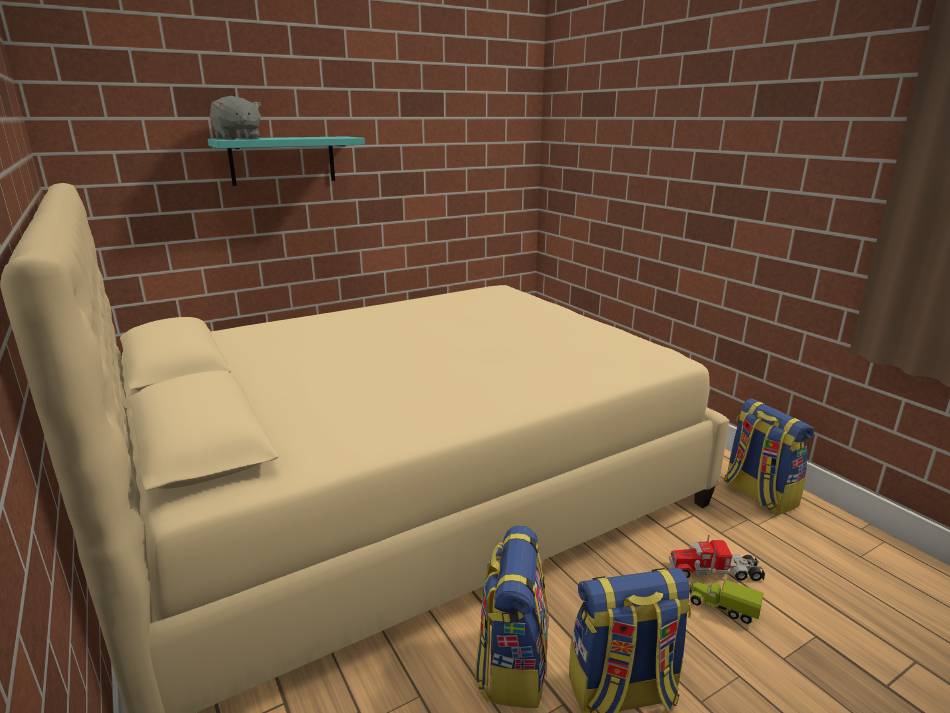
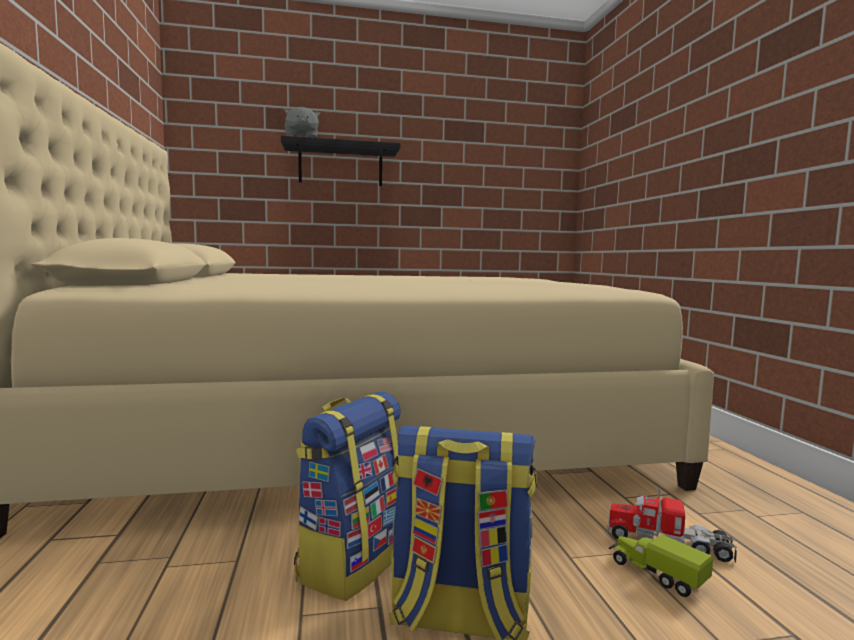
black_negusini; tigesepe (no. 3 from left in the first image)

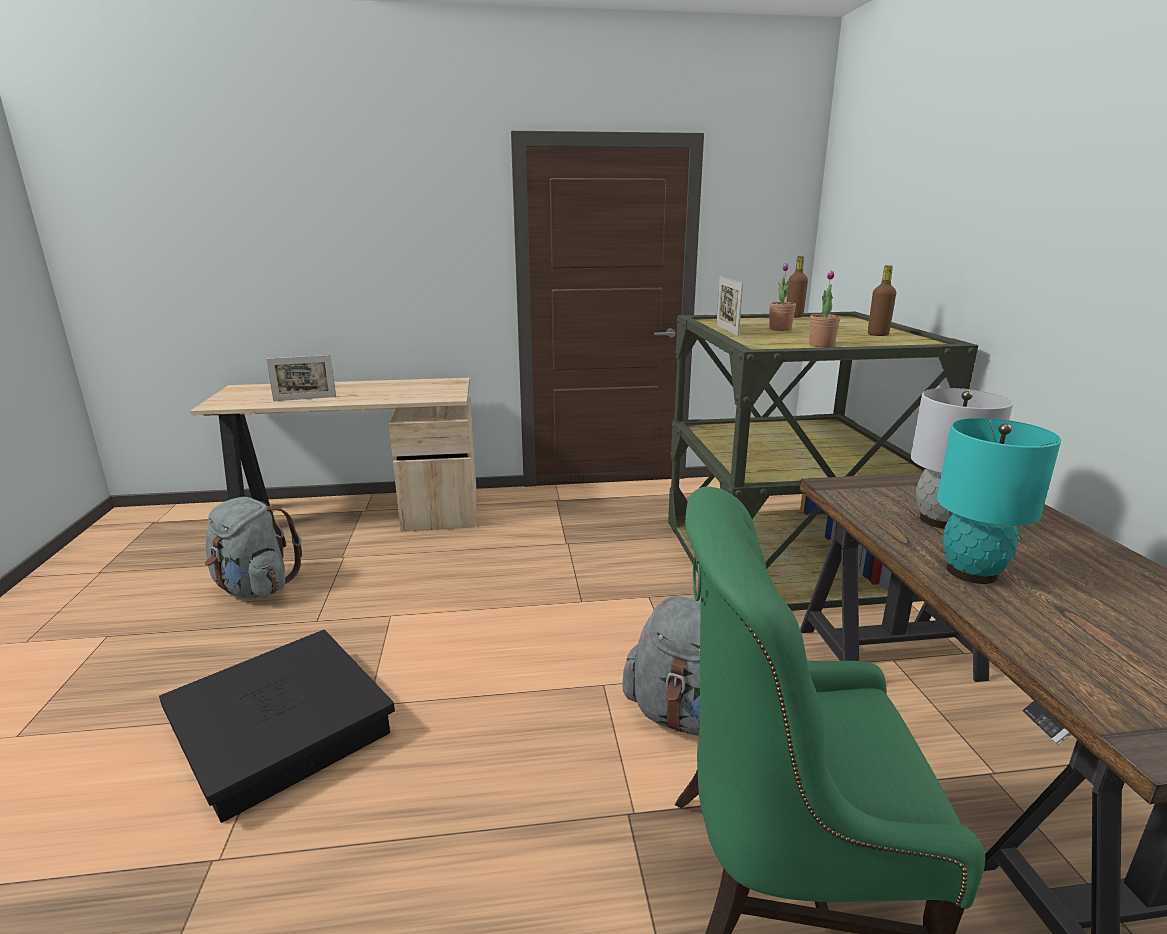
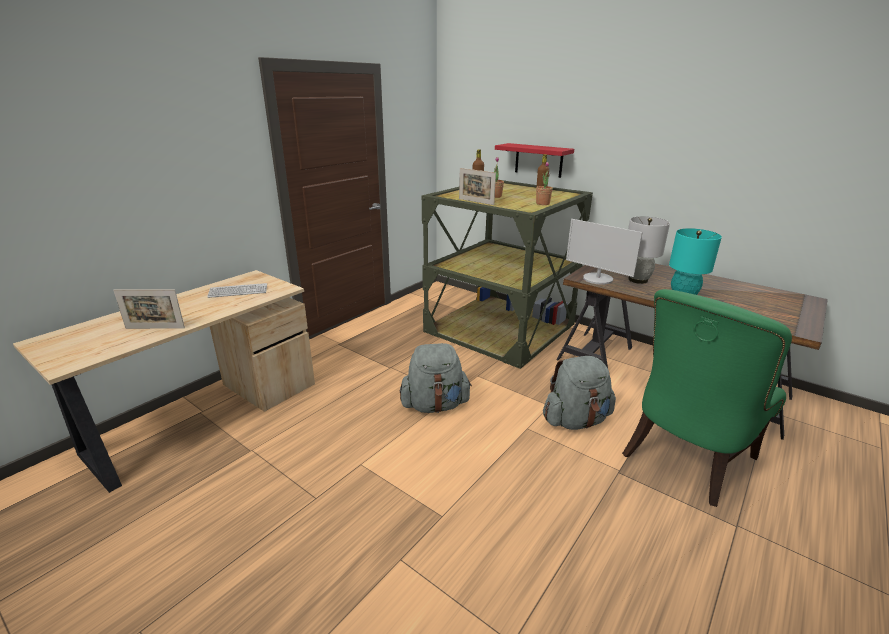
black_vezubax; grey_tigesepe (no. 1 from left); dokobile (no. 1 from left); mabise; red_negusini; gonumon

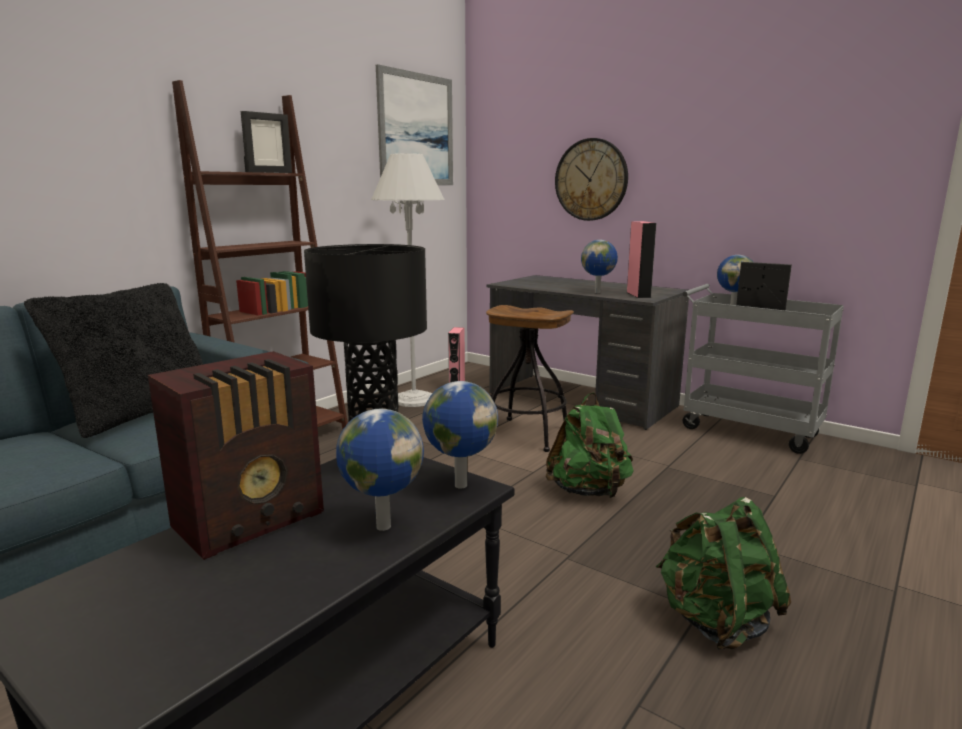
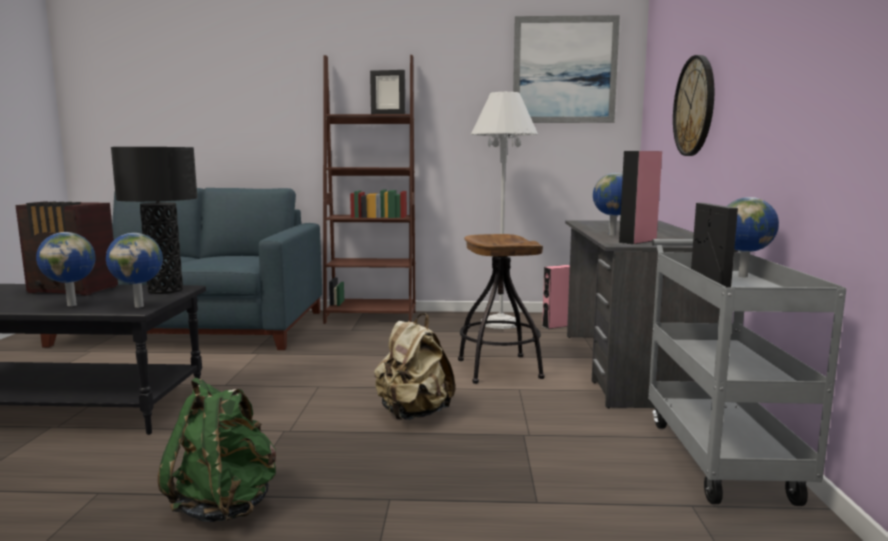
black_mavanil; beige_tigesepe

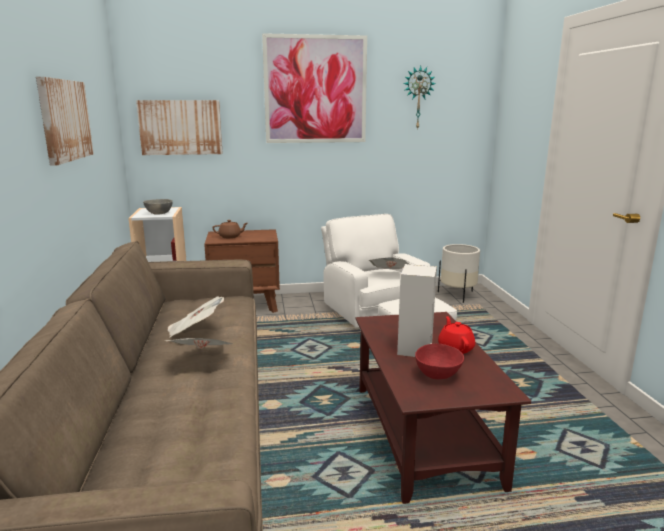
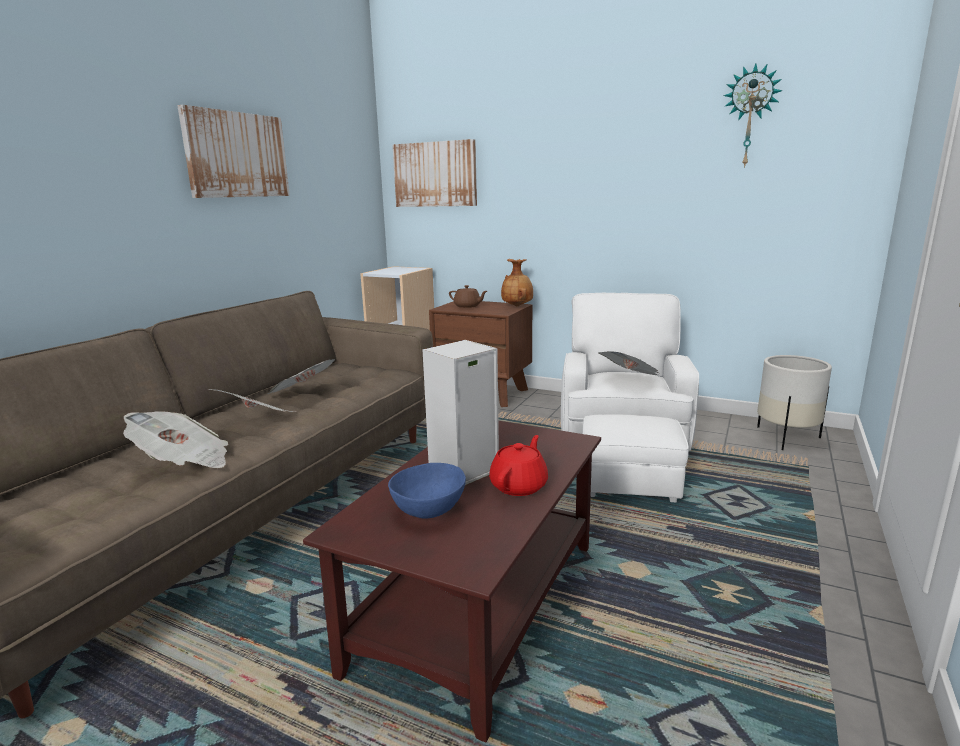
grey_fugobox; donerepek (no. 3 from left in the first image); blue_fugobox; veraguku (no. 1 from left); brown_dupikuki

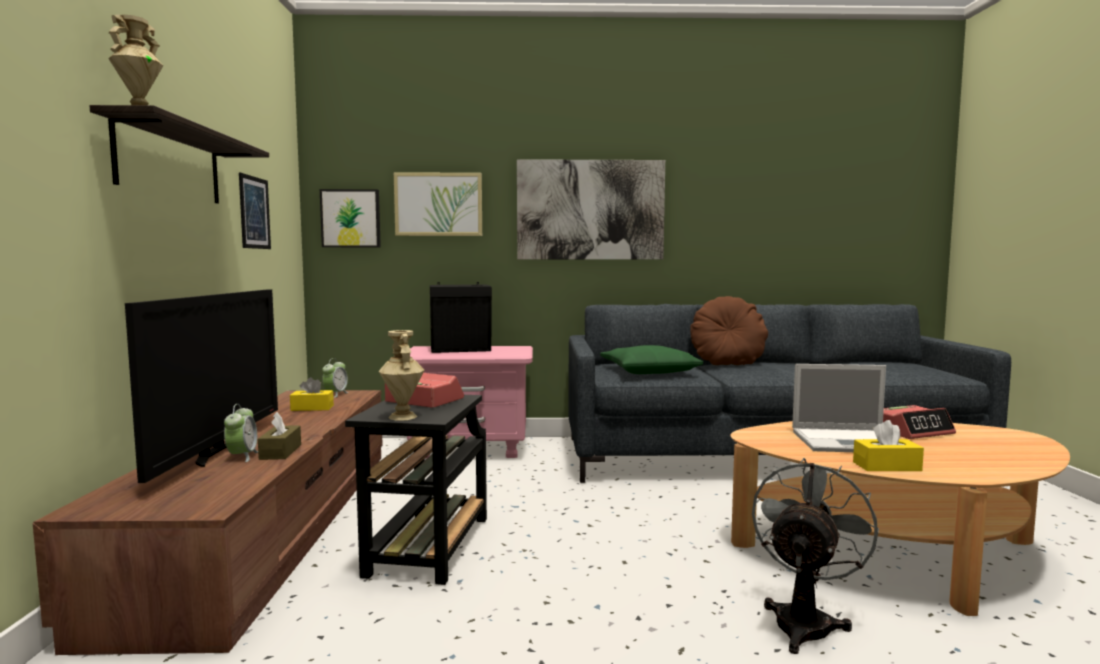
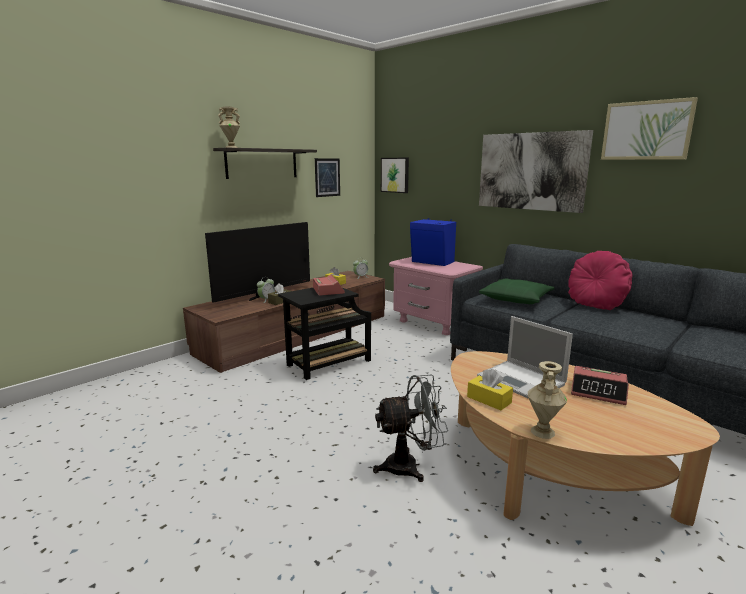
beige_dupikuki (no. 2 from left); donerepek (no. 4 from left); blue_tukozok; pink_mavanil

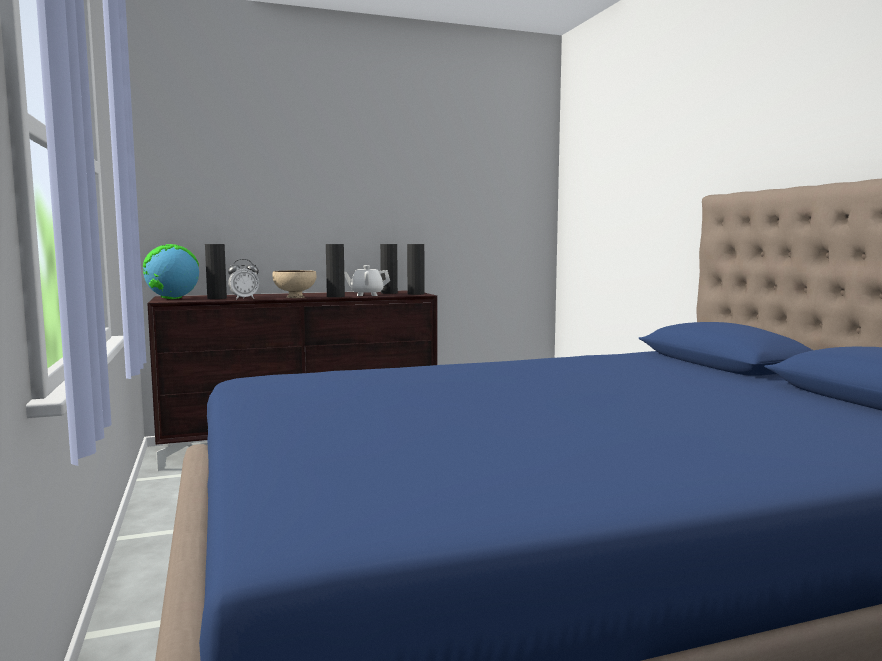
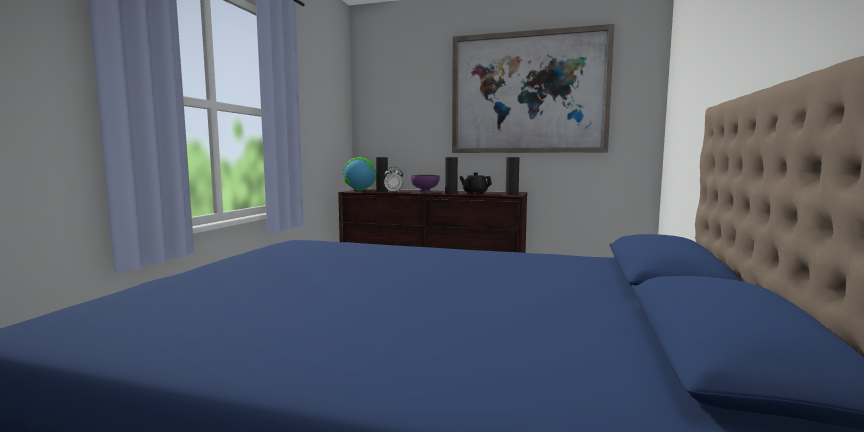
purple_fugobox; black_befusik; black_dupikuki (no. 3 from left in the first image); donerepek

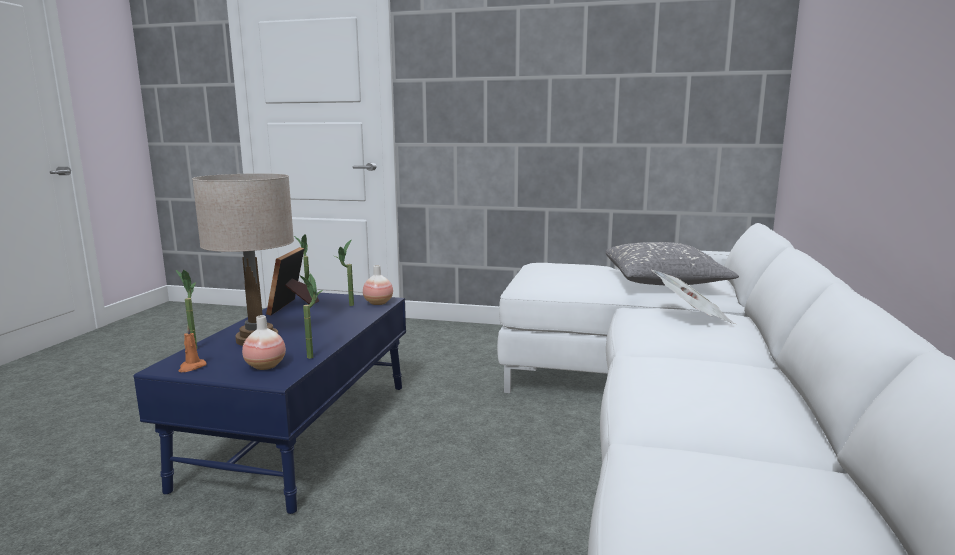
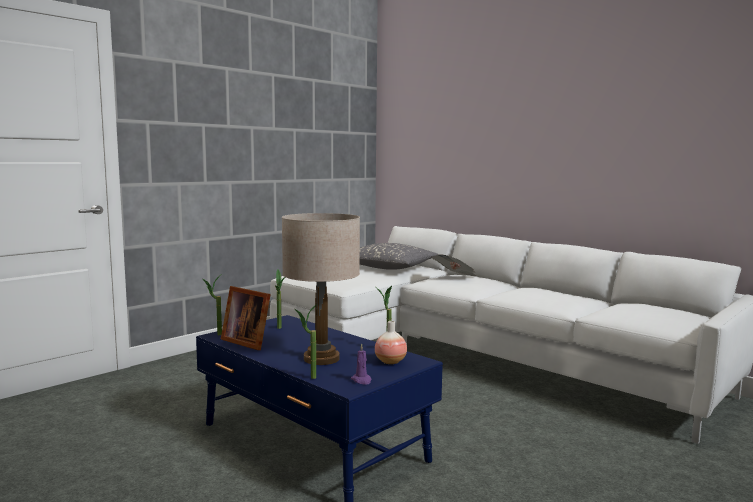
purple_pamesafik; dupikuki (no. 2 from left in the first image)

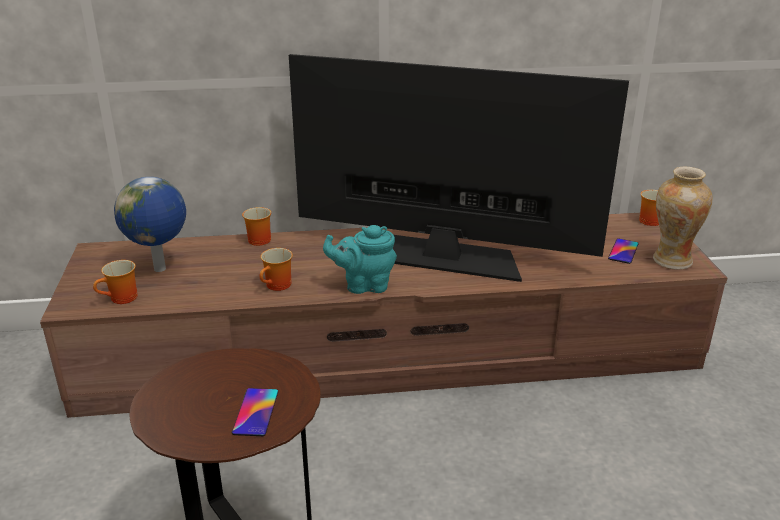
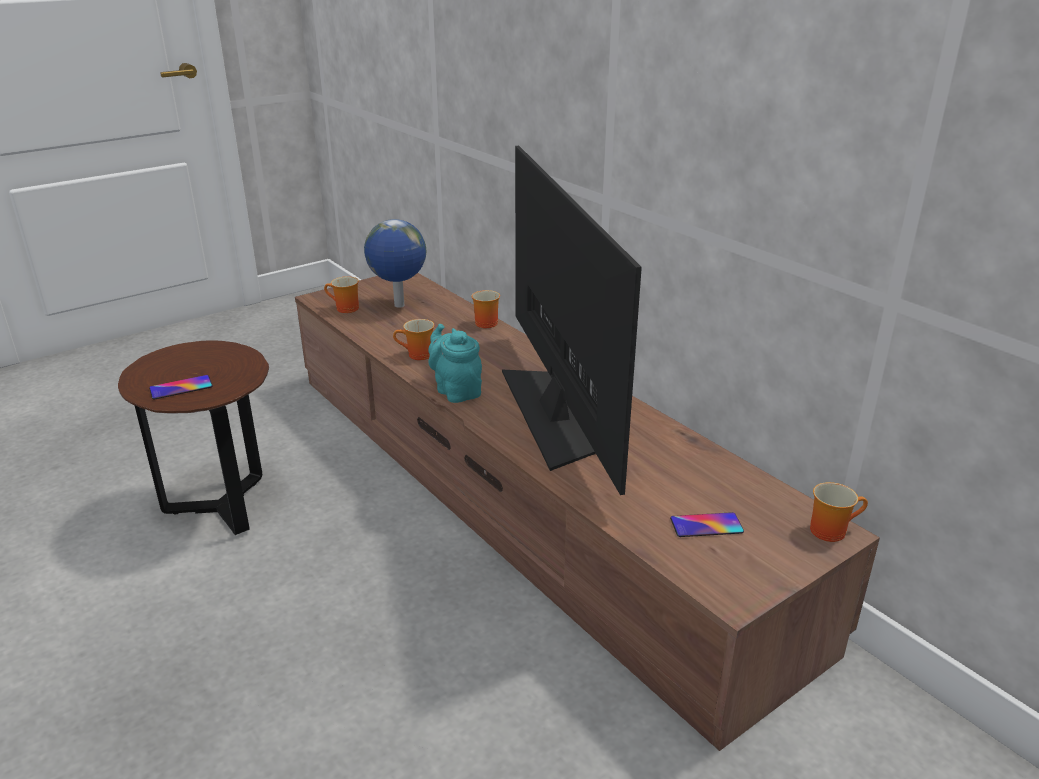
dupikuki

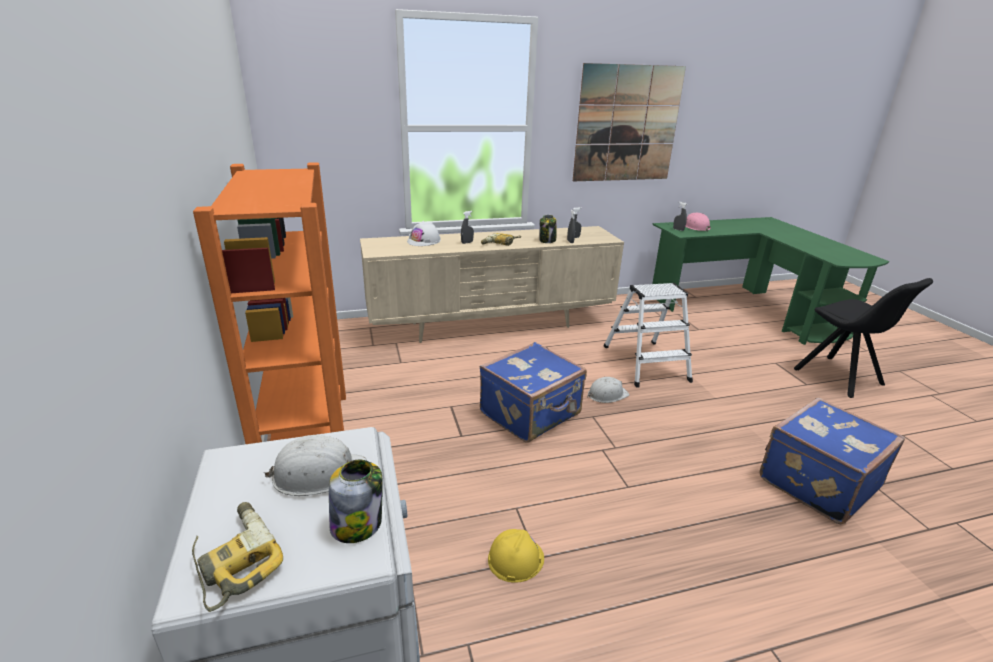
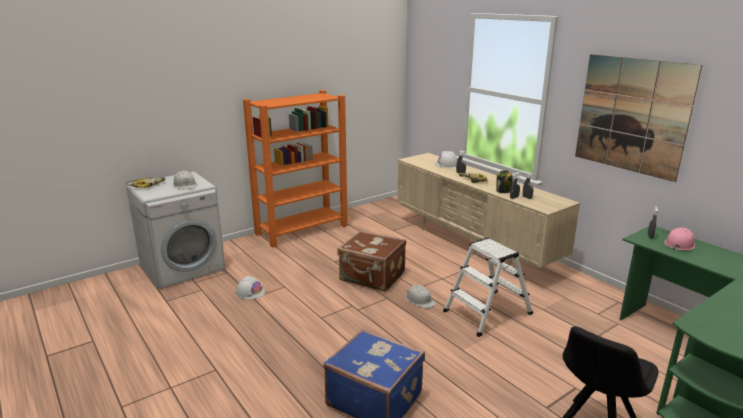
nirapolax (no. 1 from left in the first image); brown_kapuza; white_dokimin (no. 2 from left)

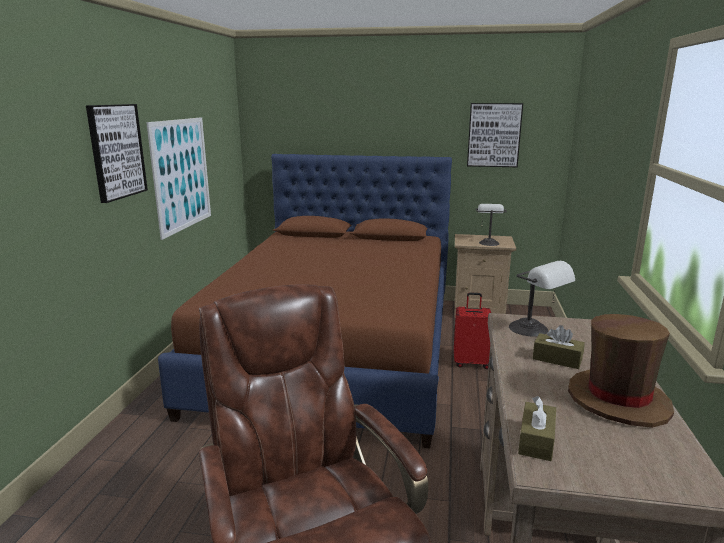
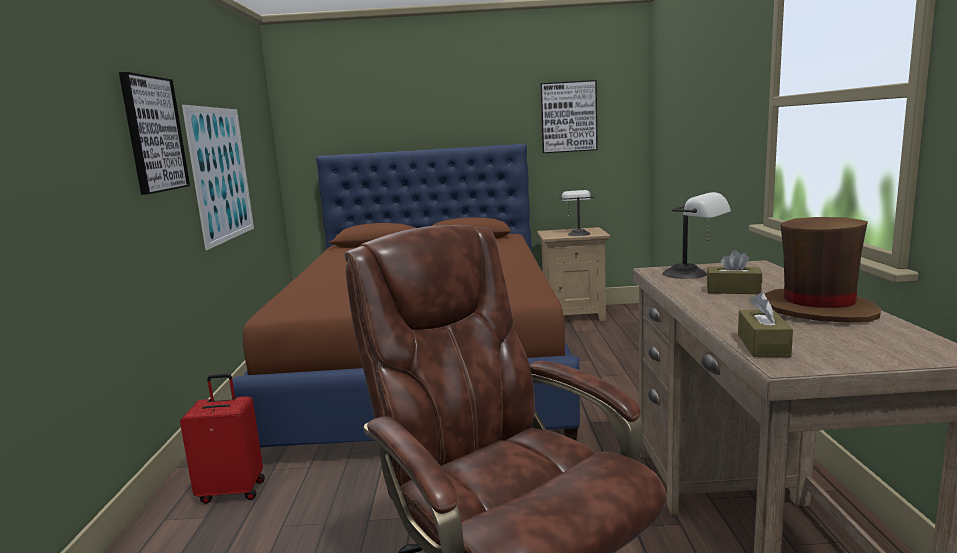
red_kapuza

